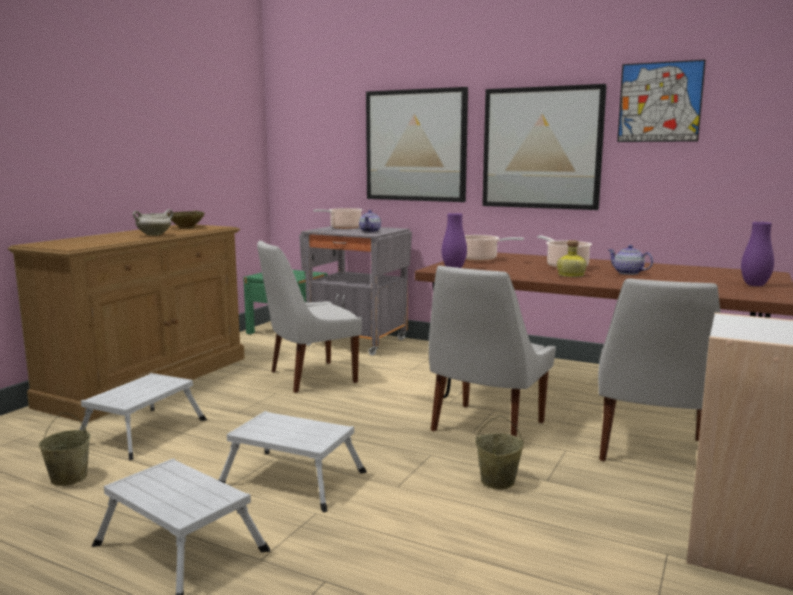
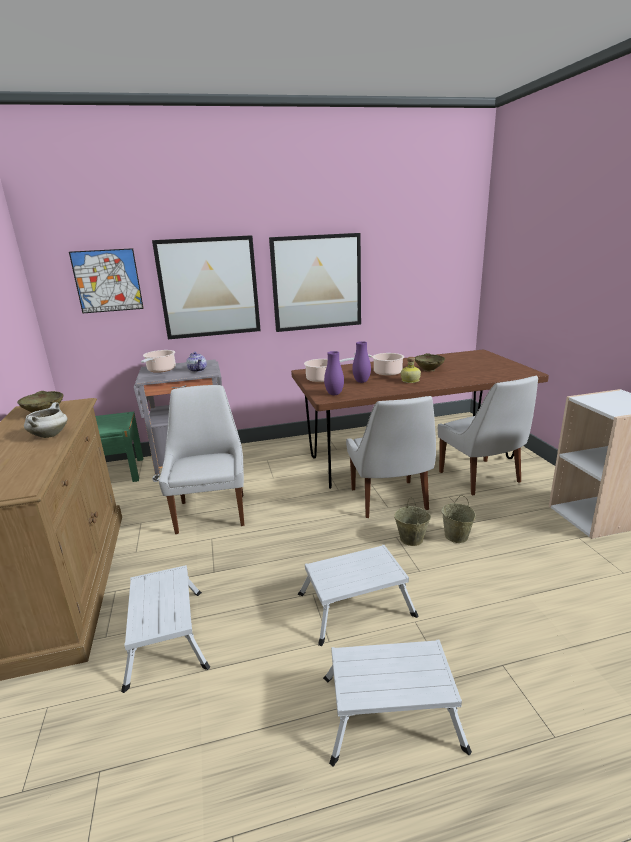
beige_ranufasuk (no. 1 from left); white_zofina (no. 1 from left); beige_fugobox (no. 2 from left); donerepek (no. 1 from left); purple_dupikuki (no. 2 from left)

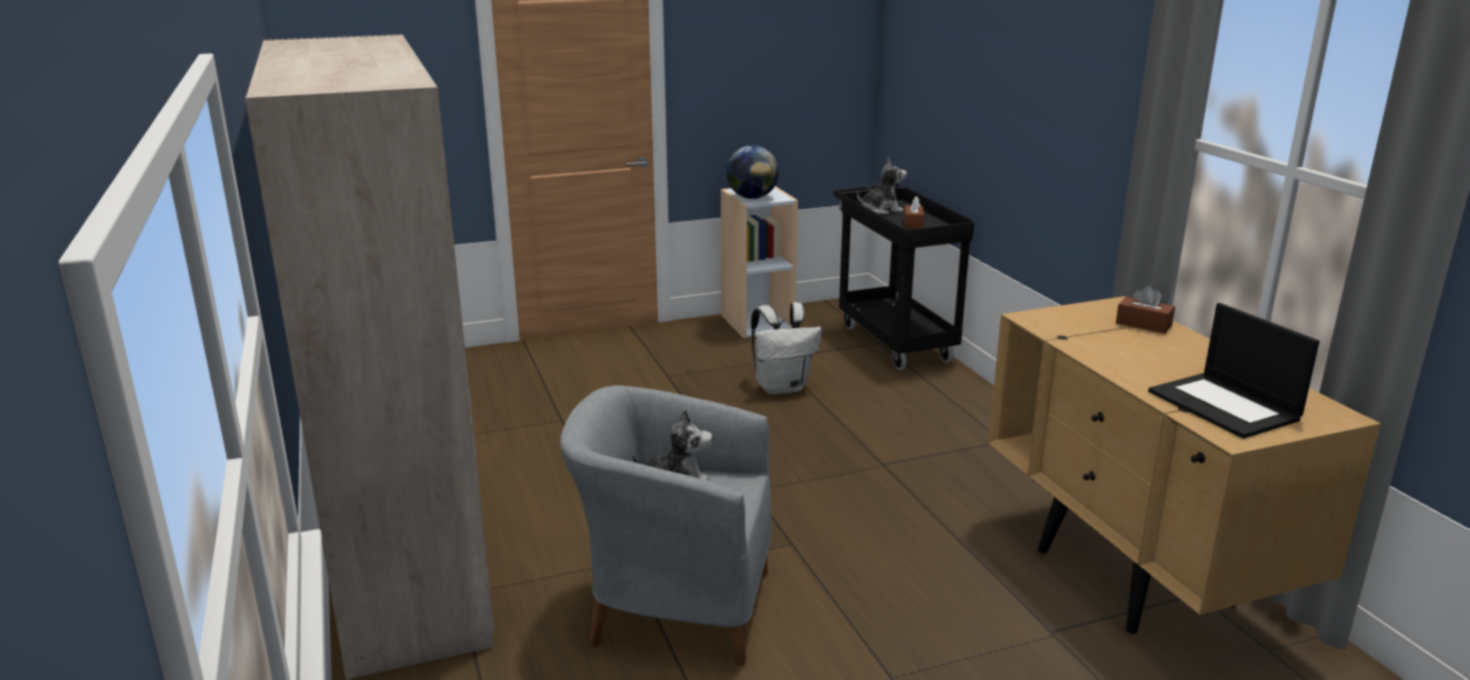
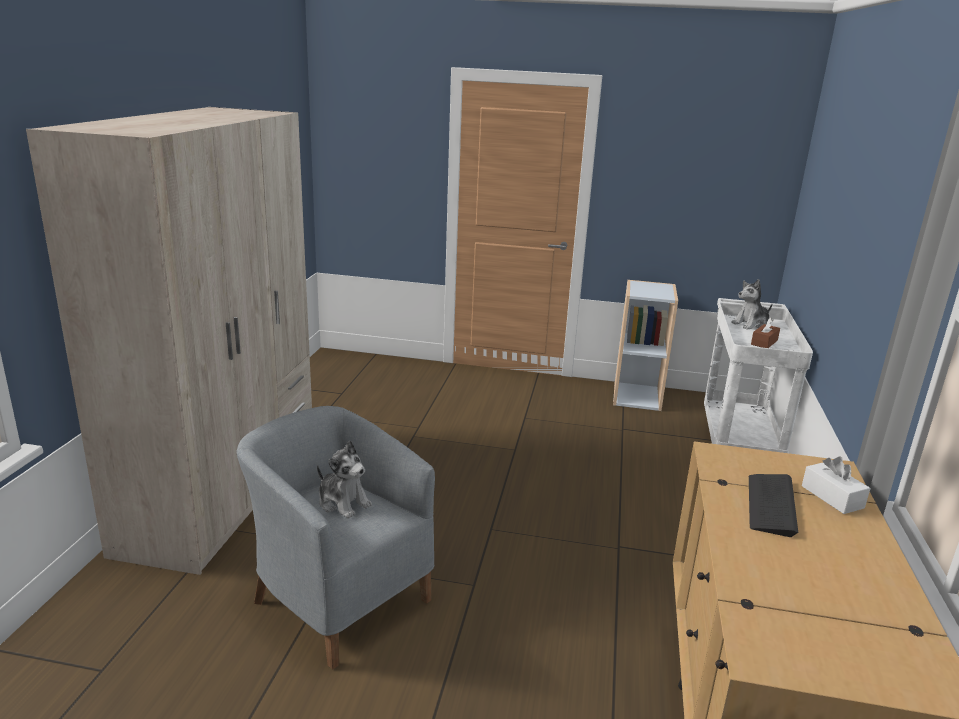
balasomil; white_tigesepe; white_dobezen; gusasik (no. 2 from left); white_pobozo; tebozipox; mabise

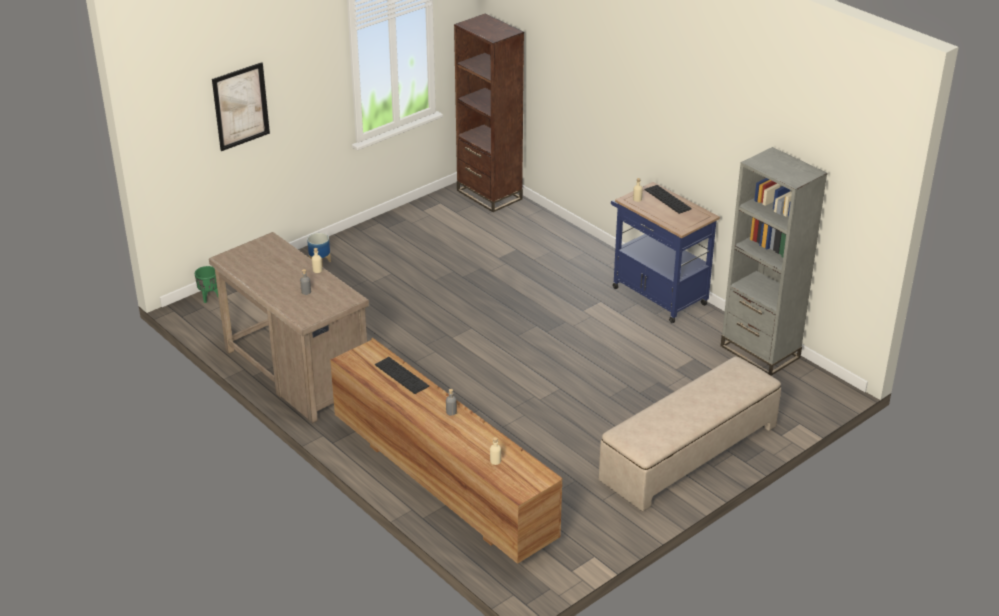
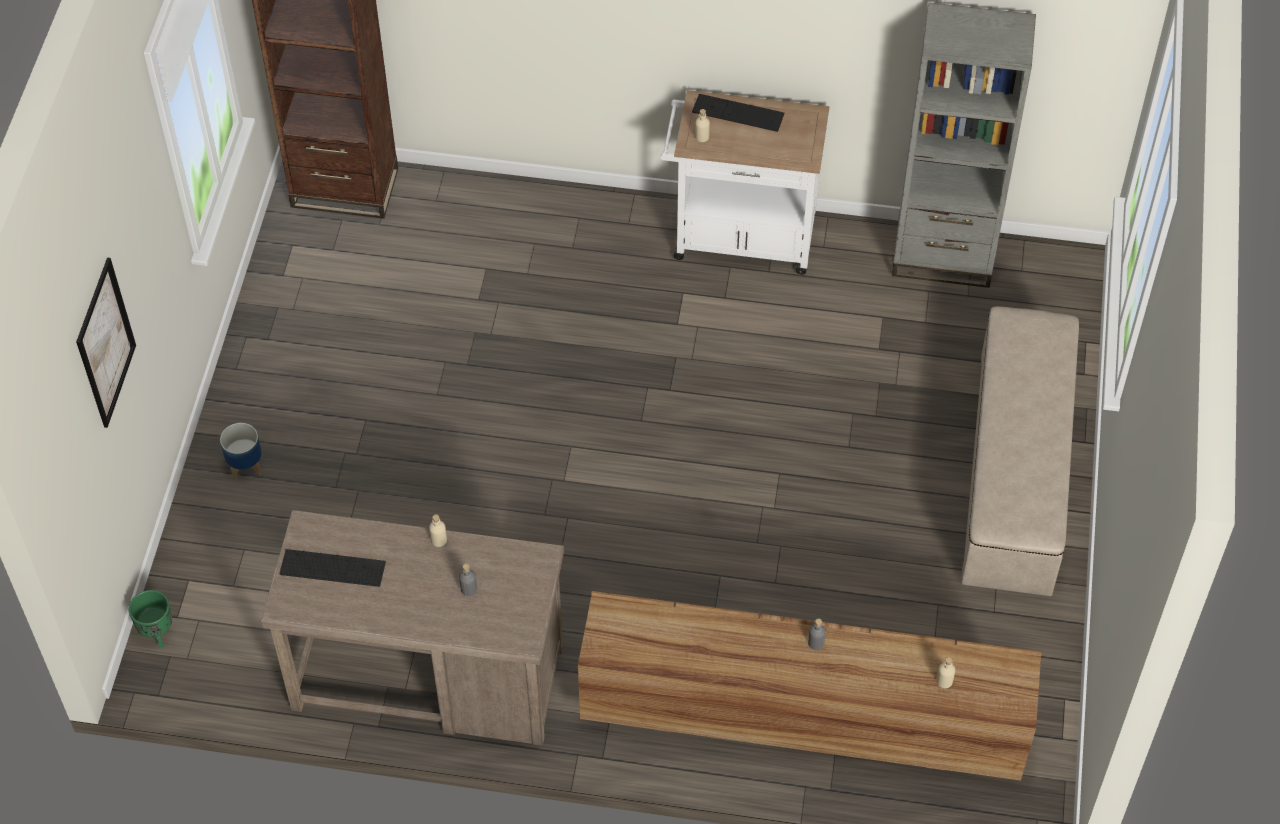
mabise (no. 1 from left); white_dobezen

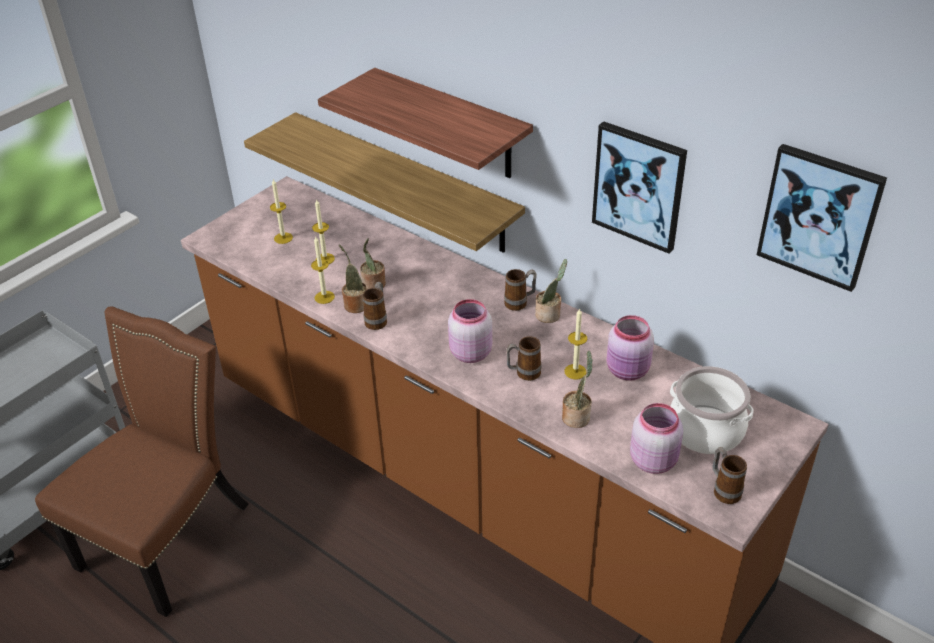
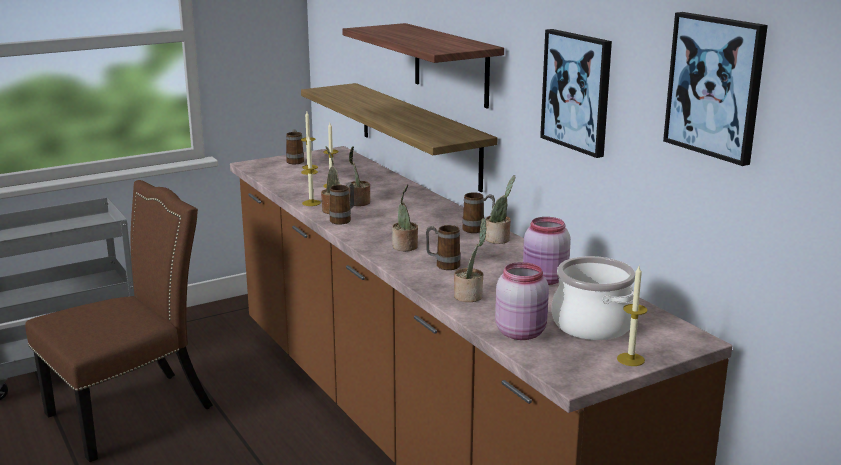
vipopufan (no. 3 from left); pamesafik (no. 4 from left); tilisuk (no. 1 from left)

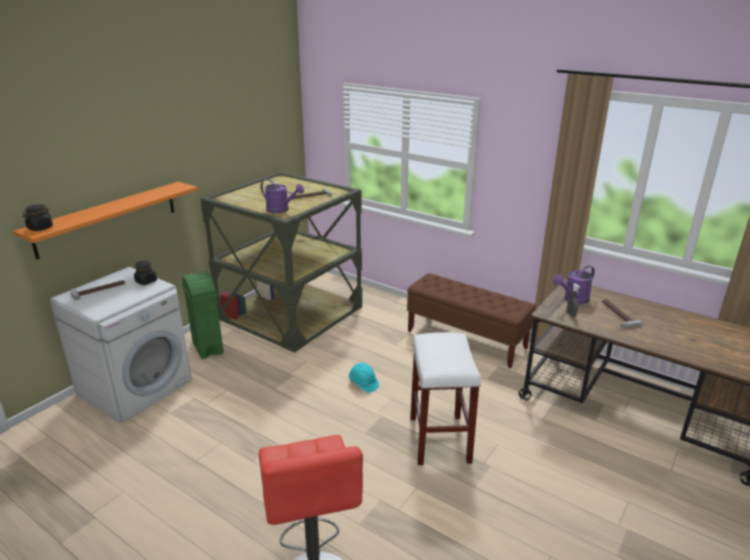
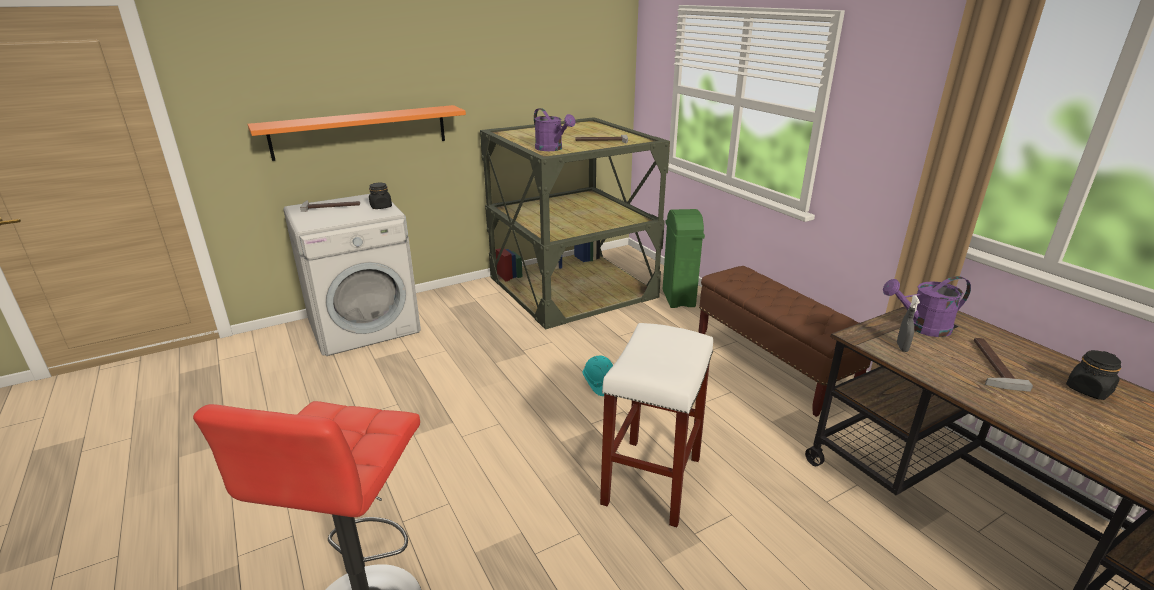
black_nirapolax (no. 2 from left); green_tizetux

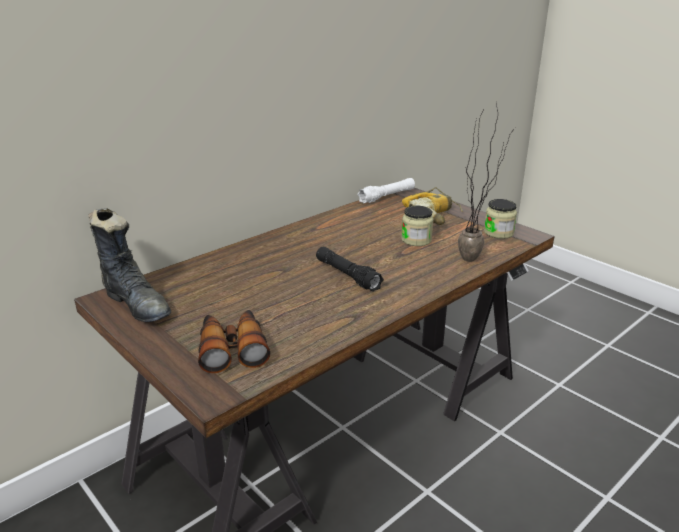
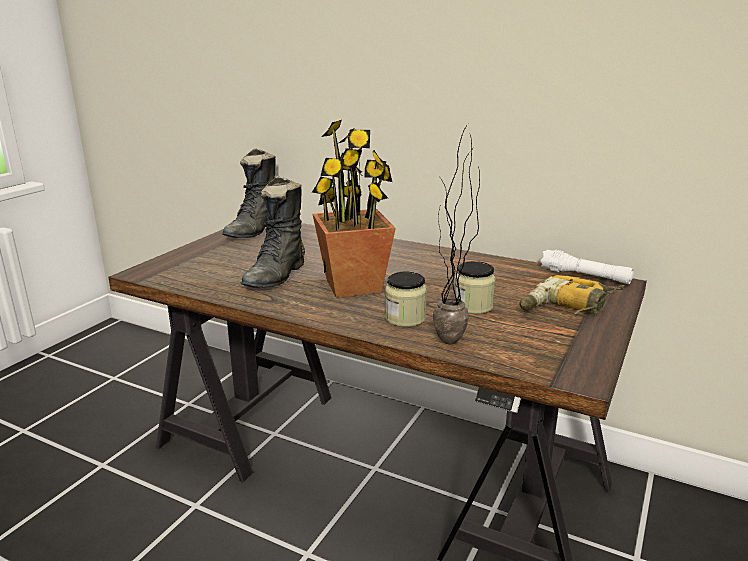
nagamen; vipopufan (no. 1 from left); nirapolax (no. 1 from left); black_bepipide (no. 2 from left)

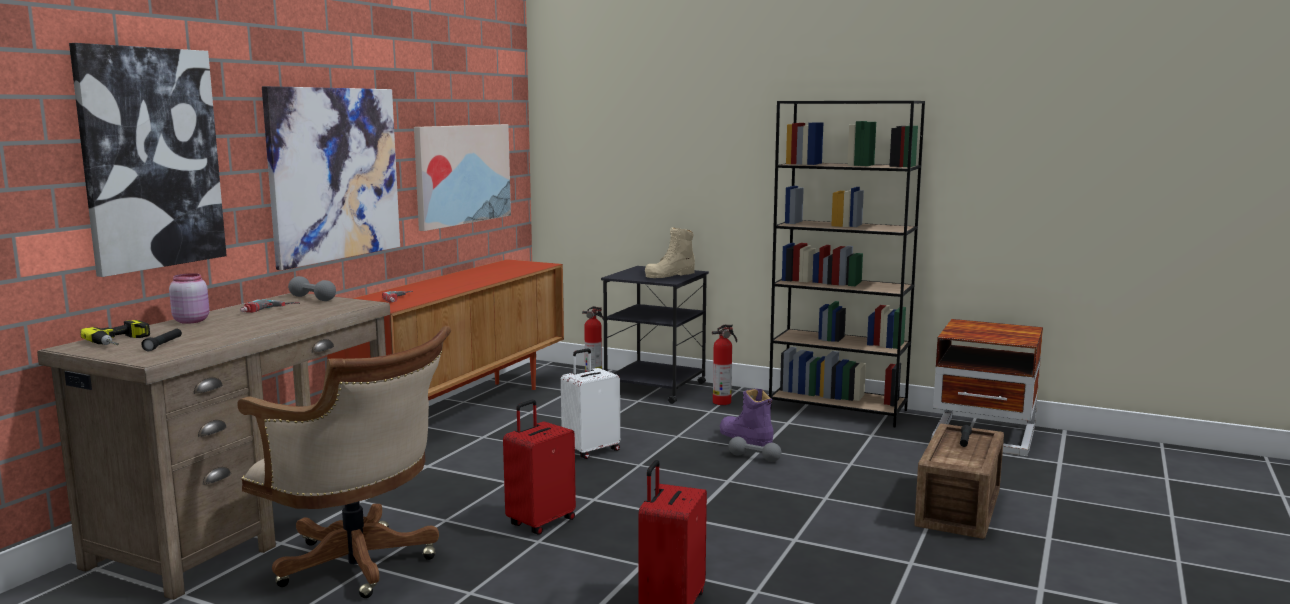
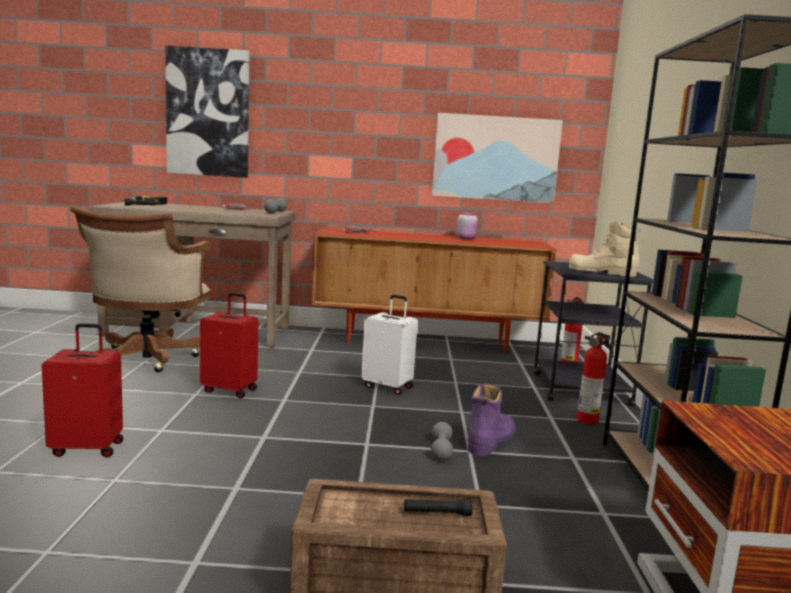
pink_nirapolax; donerepek (no. 2 from left in the first image)

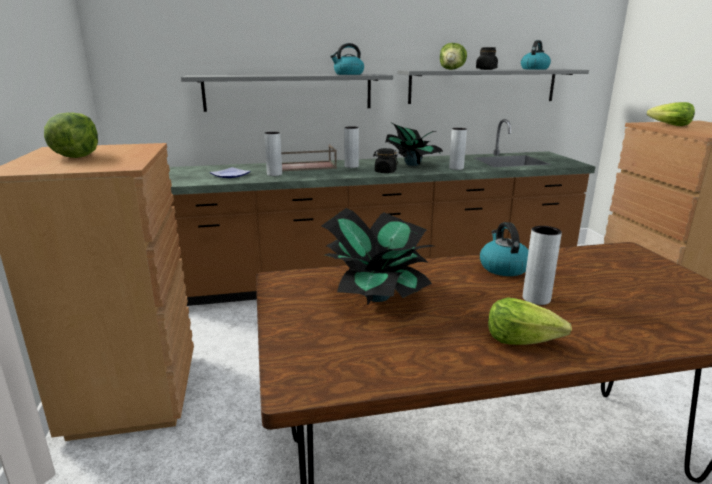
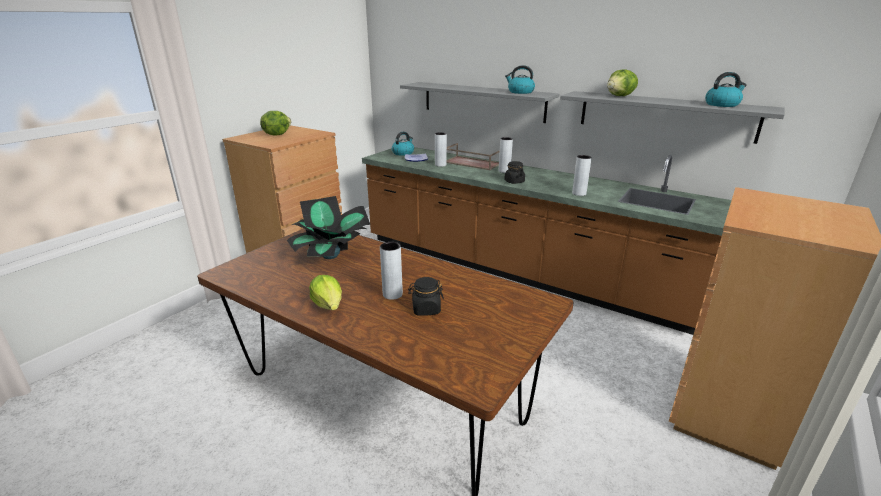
vipopufan (no. 2 from left in the first image); black_nirapolax (no. 1 from left); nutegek (no. 1 from left); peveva (no. 4 from left in the first image)

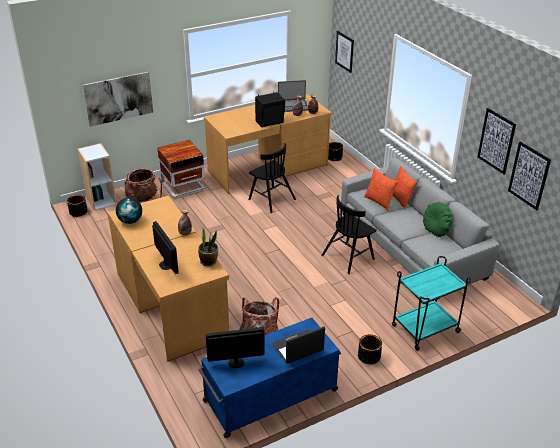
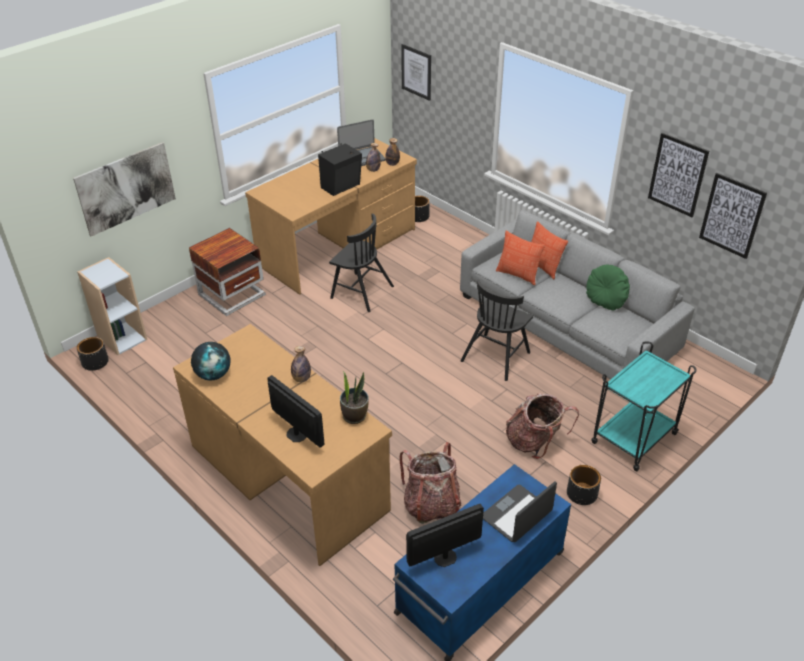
tigesepe (no. 2 from left)

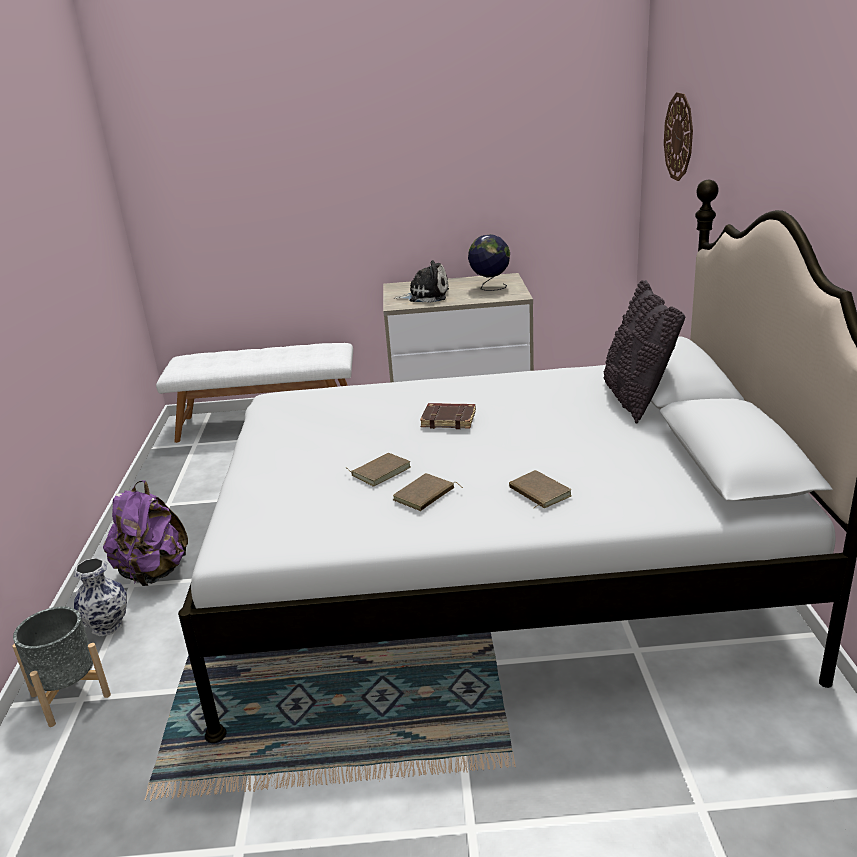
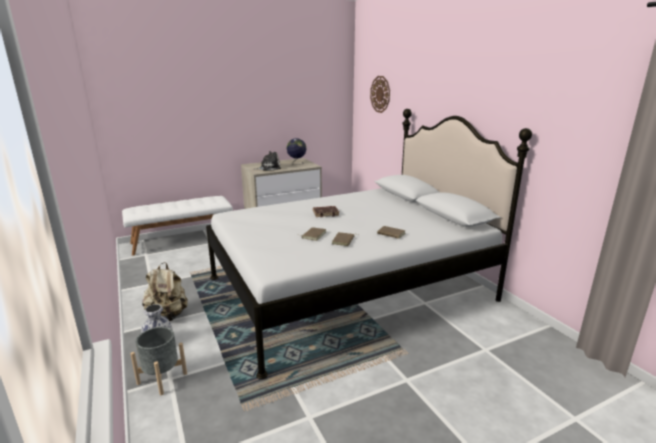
beige_tigesepe; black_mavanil

